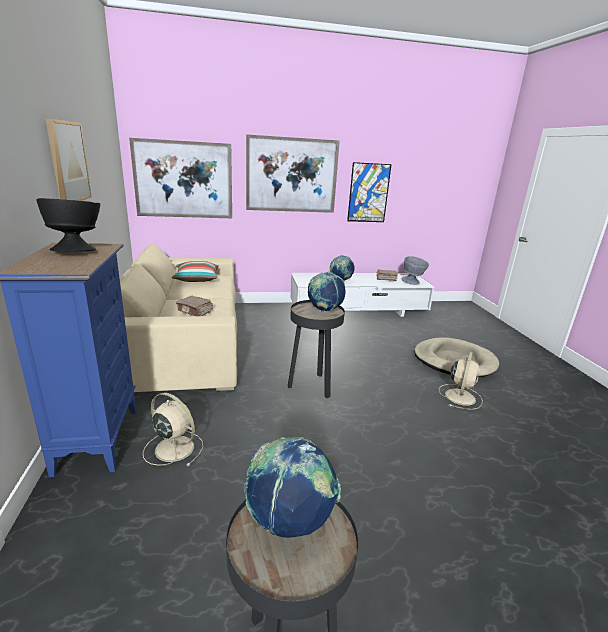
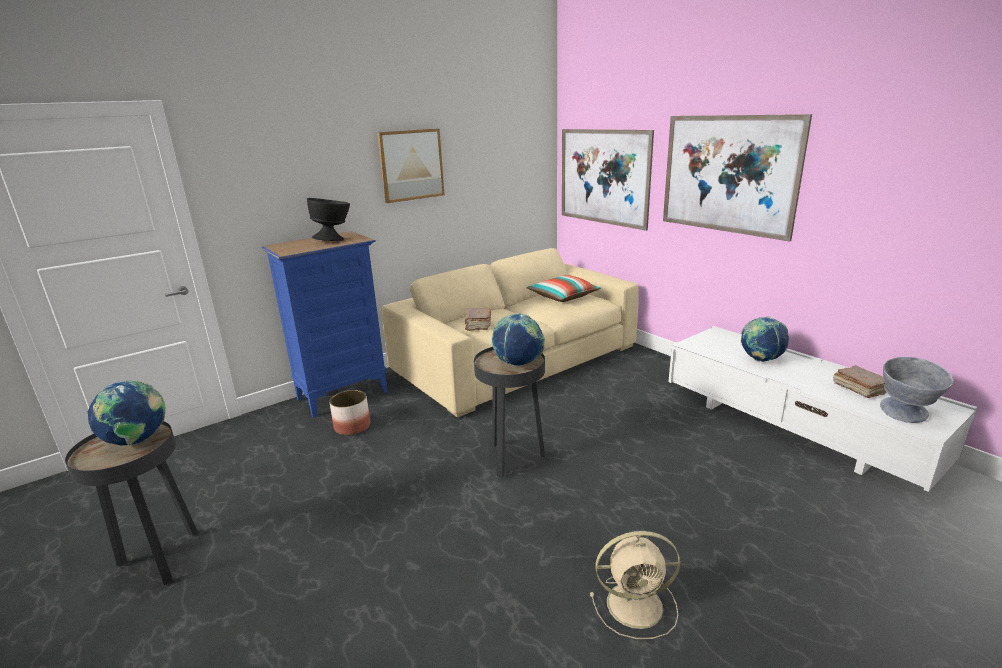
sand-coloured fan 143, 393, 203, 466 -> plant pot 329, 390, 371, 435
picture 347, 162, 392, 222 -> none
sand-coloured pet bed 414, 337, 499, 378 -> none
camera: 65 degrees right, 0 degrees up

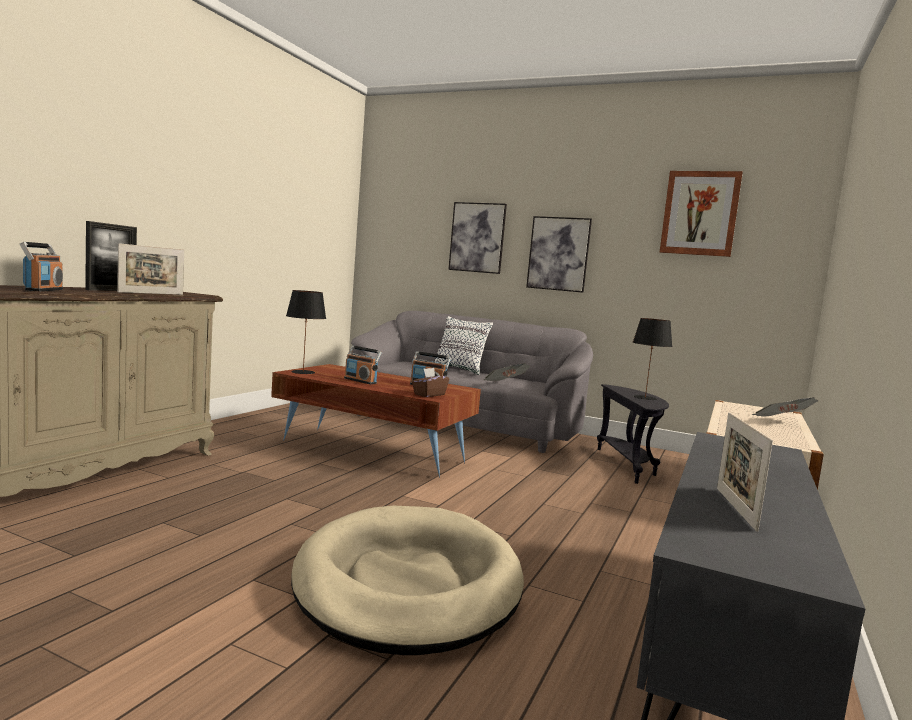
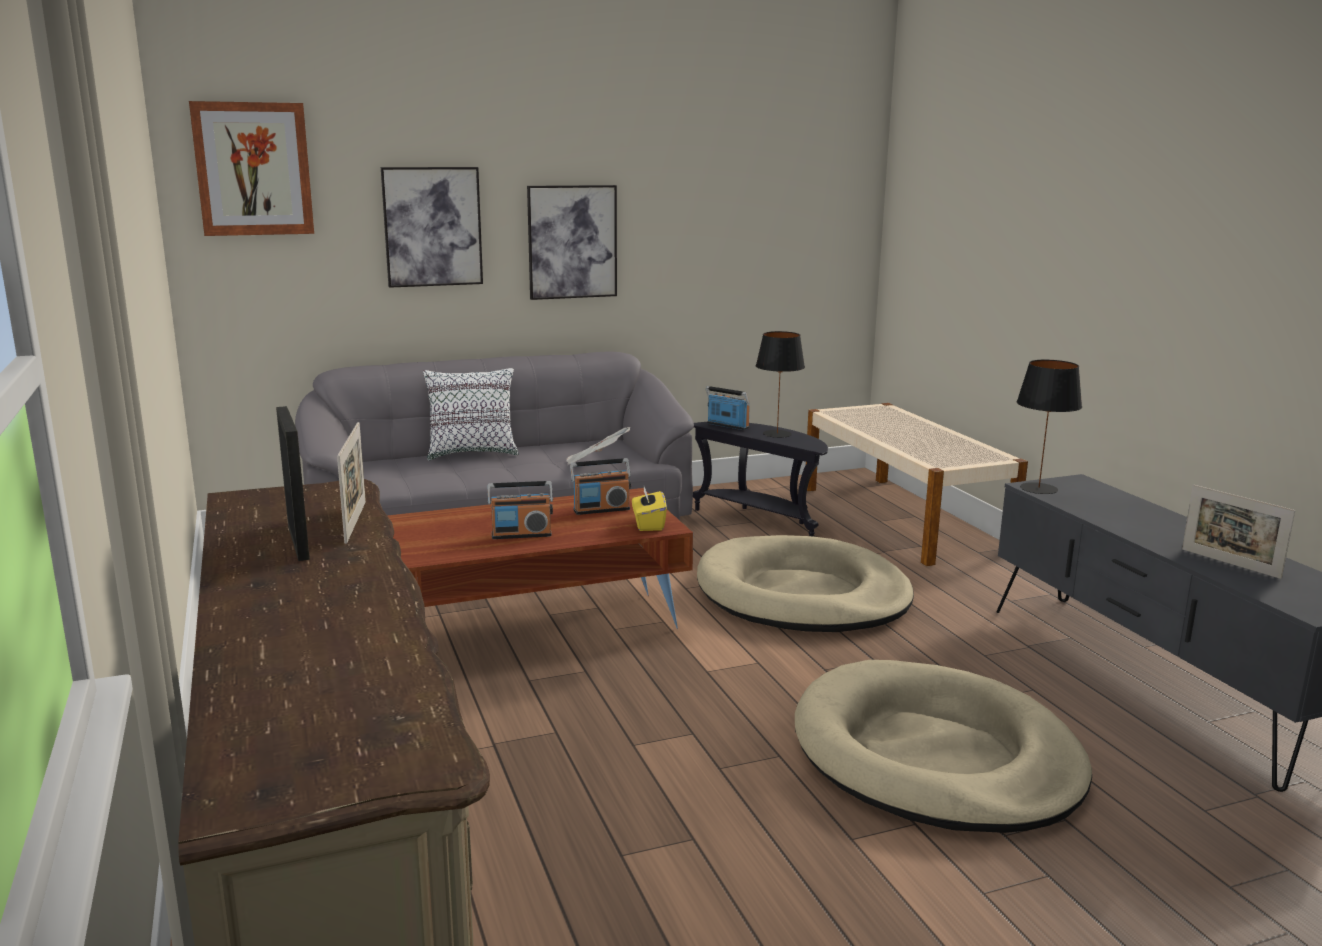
radio receiver 20, 242, 63, 291 -> radio receiver 705, 386, 750, 430, move
black table lamp 286, 290, 326, 374 -> black table lamp 1017, 360, 1082, 494, move
brown-coloured tissue holder 412, 368, 449, 397 -> yellowish tissue holder 632, 486, 667, 531
picture 660, 171, 743, 257 -> picture 189, 101, 314, 236, move
daily paper 752, 397, 818, 417 -> none
none -> sand-coloured pet bed 697, 535, 914, 632
camera: 45 degrees left, 10 degrees up

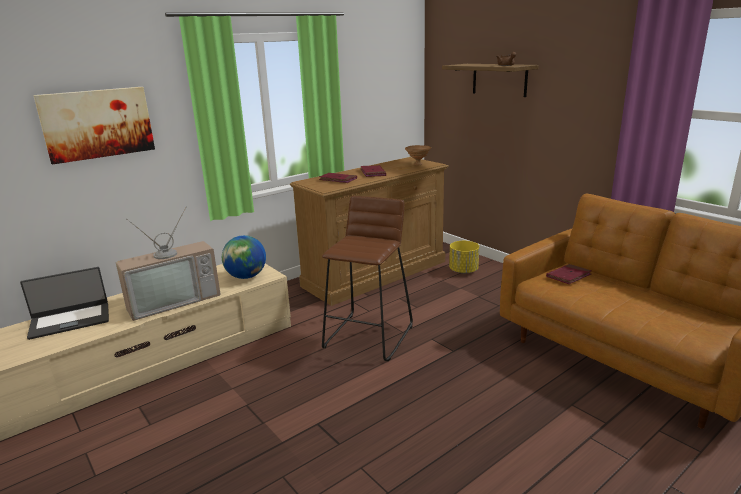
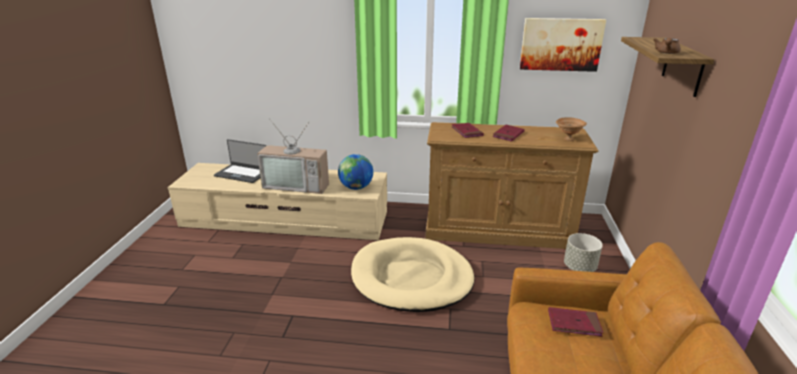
picture 33, 87, 155, 165 -> picture 520, 18, 606, 72, move
brown-coloured stool 322, 196, 413, 361 -> sand-coloured pet bed 351, 237, 475, 312
yellowish plant pot 449, 241, 479, 274 -> greyish plant pot 564, 233, 603, 272
camera: 45 degrees right, 5 degrees up

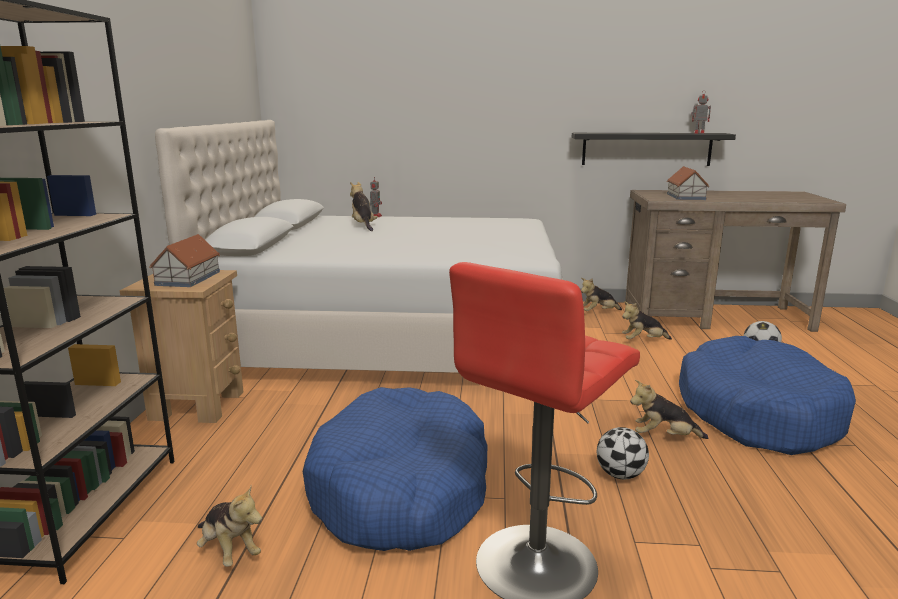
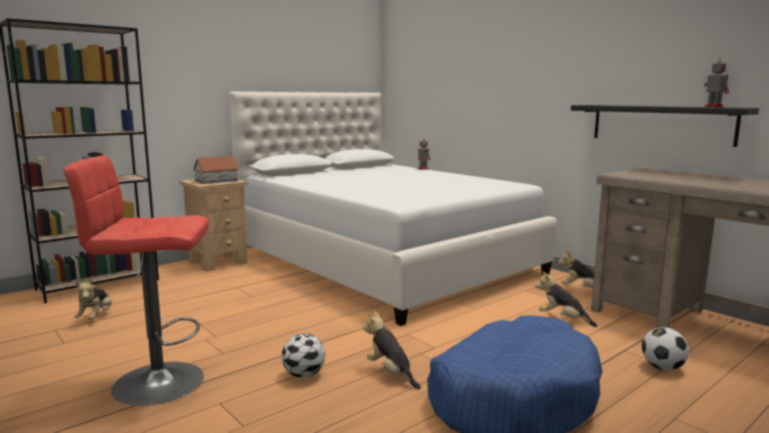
blue pet bed 303, 387, 487, 551 -> none
soft toy 350, 182, 378, 231 -> none
miniature house 667, 166, 709, 200 -> none
camera: 45 degrees right, 5 degrees down

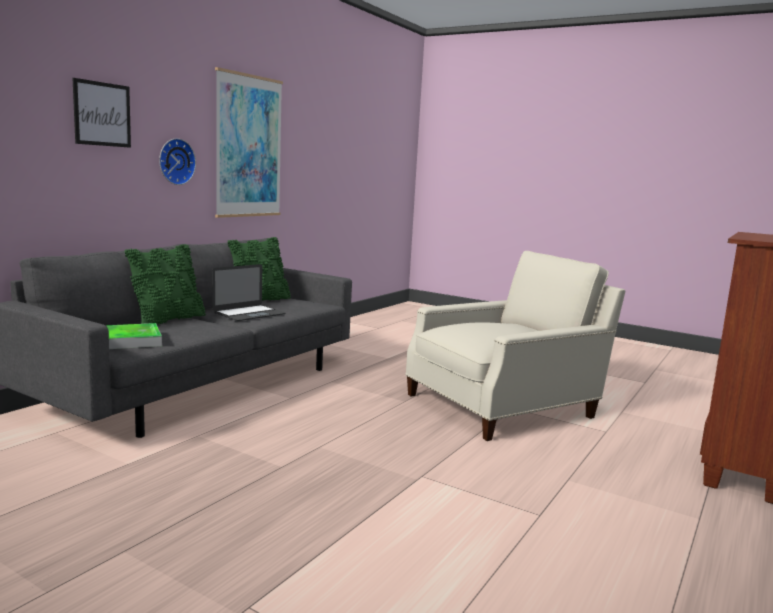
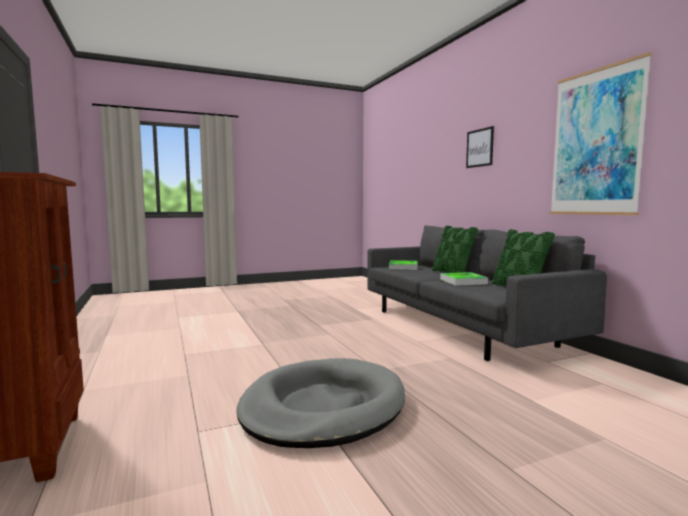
clock on the wall 159, 138, 196, 185 -> none
portable computer 212, 264, 286, 321 -> carrying tray 440, 272, 488, 286
sand-coloured easy chair 405, 251, 625, 441 -> greyish pet bed 237, 358, 405, 448
camera: 125 degrees right, 5 degrees down

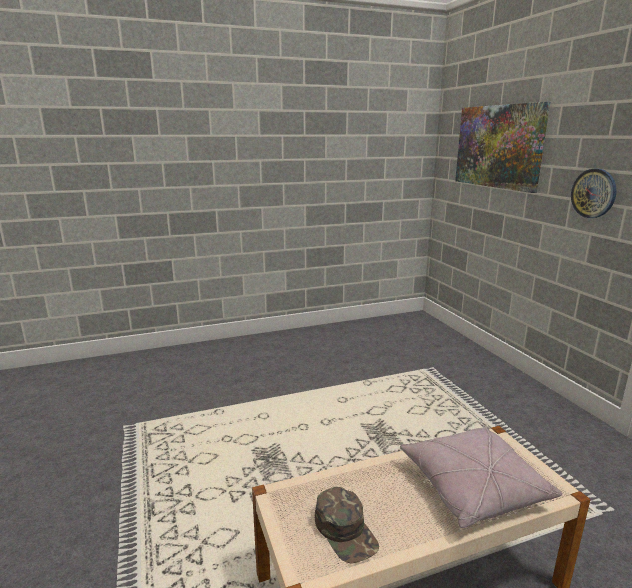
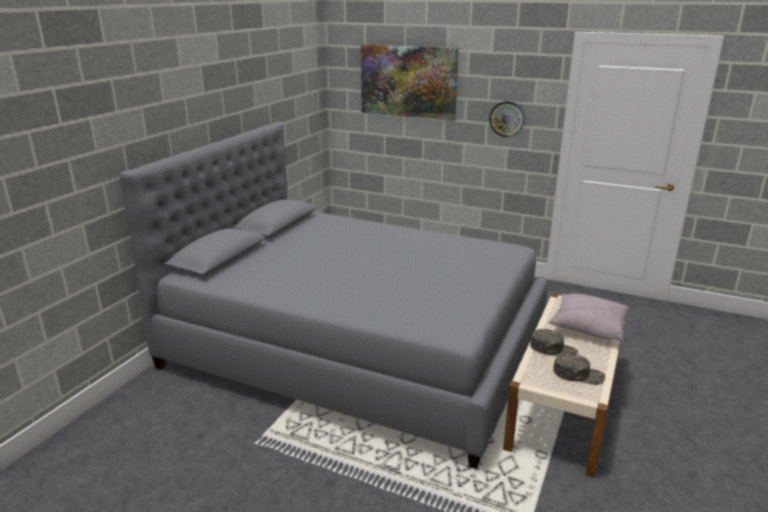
none -> greyish sleeping bed 119, 122, 548, 469
none -> green-coloured cap 530, 329, 578, 357
camera: 45 degrees left, 5 degrees up

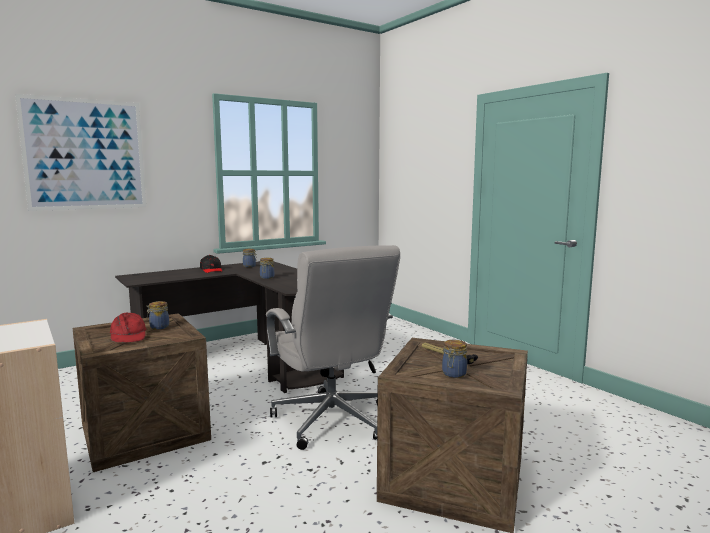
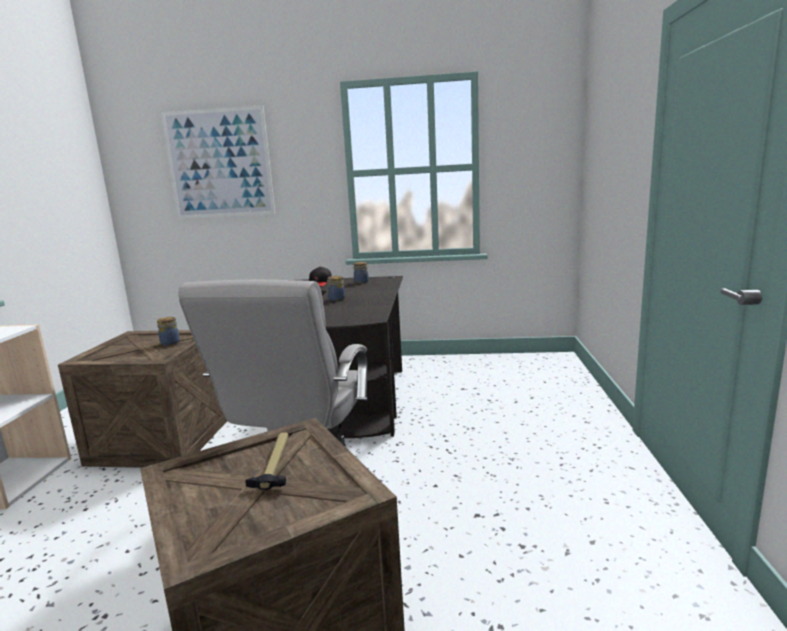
reddish cap 110, 312, 147, 342 -> none
storage jar 442, 340, 467, 378 -> none
camera: 40 degrees right, 5 degrees up

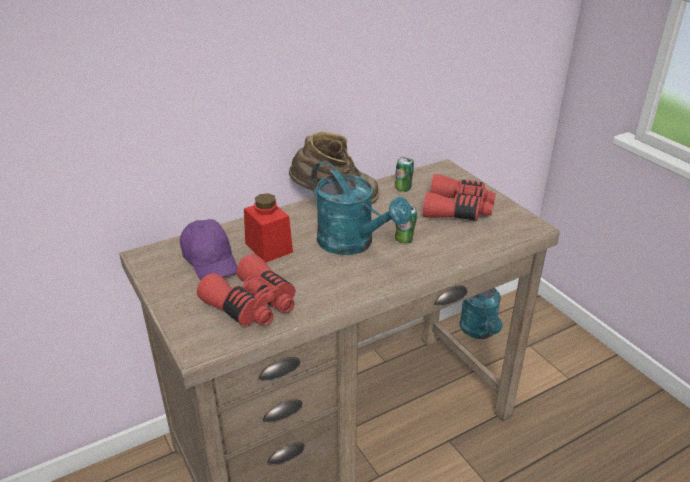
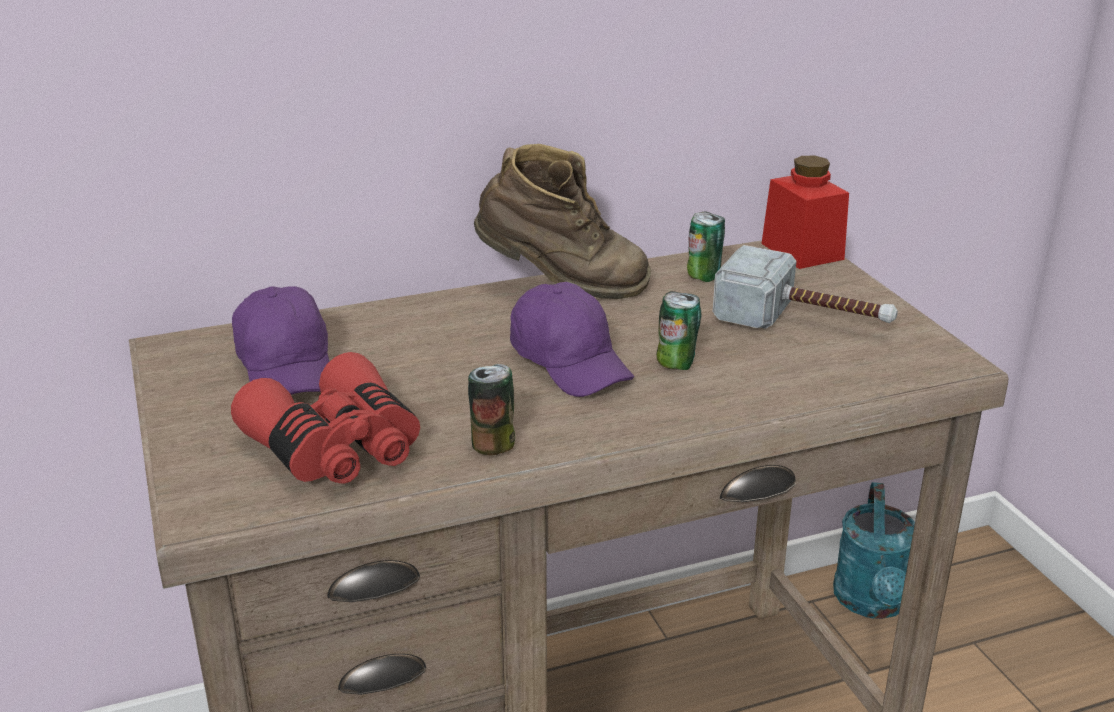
reddish storage jar 244, 193, 293, 263 -> reddish storage jar 761, 156, 849, 269, move
turquoise-coloured watering pot 311, 161, 411, 255 -> purple cap 510, 282, 634, 397
reddish pair of binoculars 423, 174, 496, 221 -> hand hammer 713, 245, 898, 329
none -> can 468, 364, 515, 456
camera: 10 degrees right, 5 degrees down

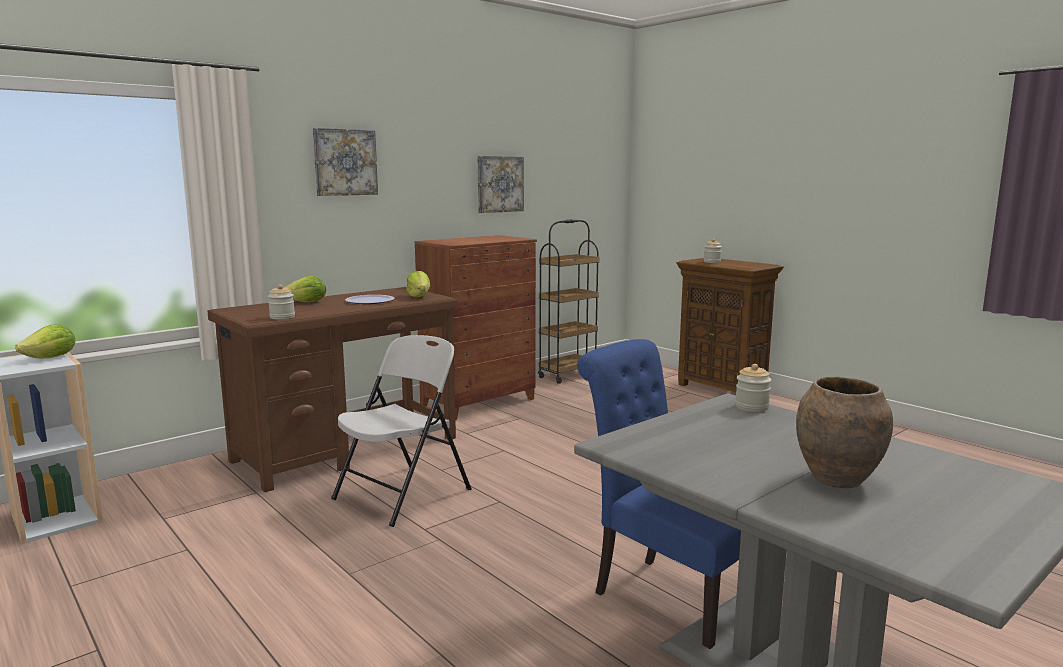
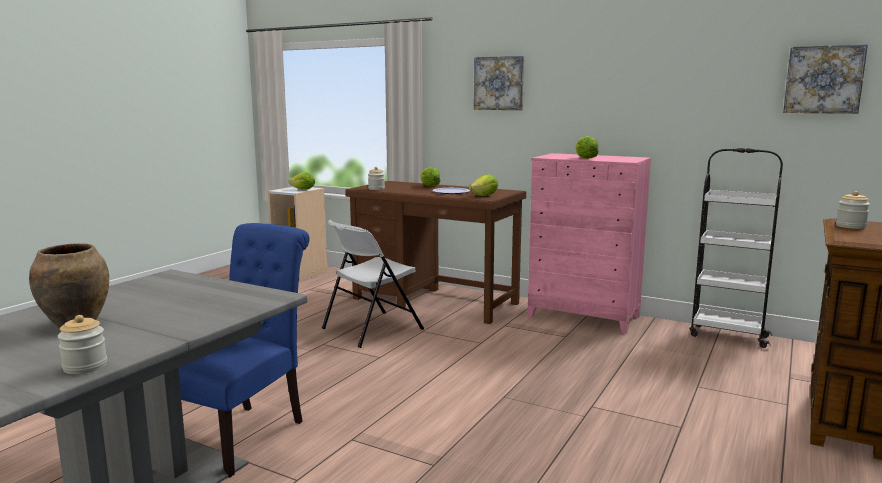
white plain chair 331, 335, 471, 527 -> white plain chair 322, 220, 424, 348, 120 degrees clockwise
brown-coloured drawer chest 415, 235, 537, 420 -> pink drawer chest 528, 153, 651, 334
picture 478, 156, 524, 213 -> picture 783, 44, 868, 114, move
brown-coloured cart 538, 219, 599, 384 -> white cart 689, 148, 783, 348
storage jar 735, 364, 771, 412 -> storage jar 58, 315, 107, 374, move
none -> lettuce head 576, 136, 599, 159
camera: 70 degrees right, 0 degrees up

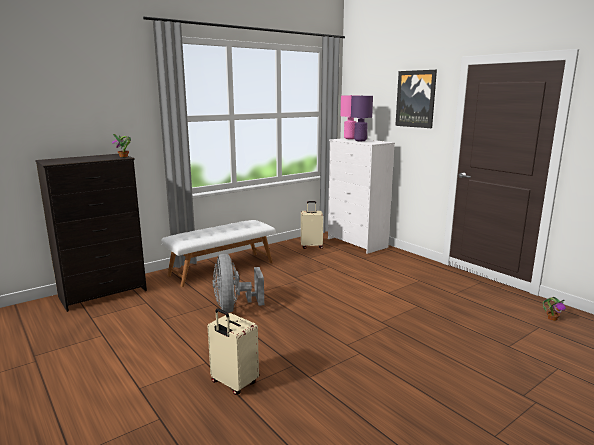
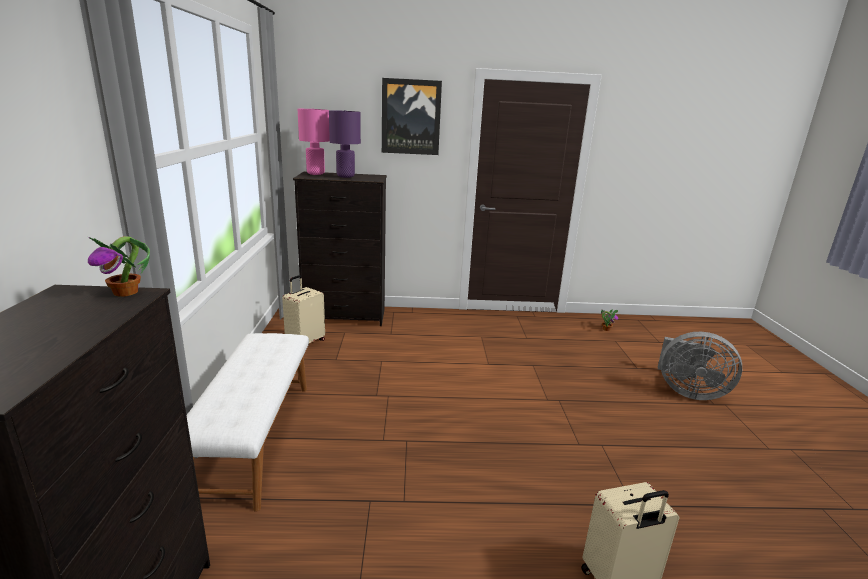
greyish fan 213, 254, 264, 313 -> greyish fan 658, 332, 742, 400, move
white drawer chest 328, 138, 395, 254 -> black drawer chest 293, 172, 387, 326
camera: 55 degrees left, 5 degrees up

